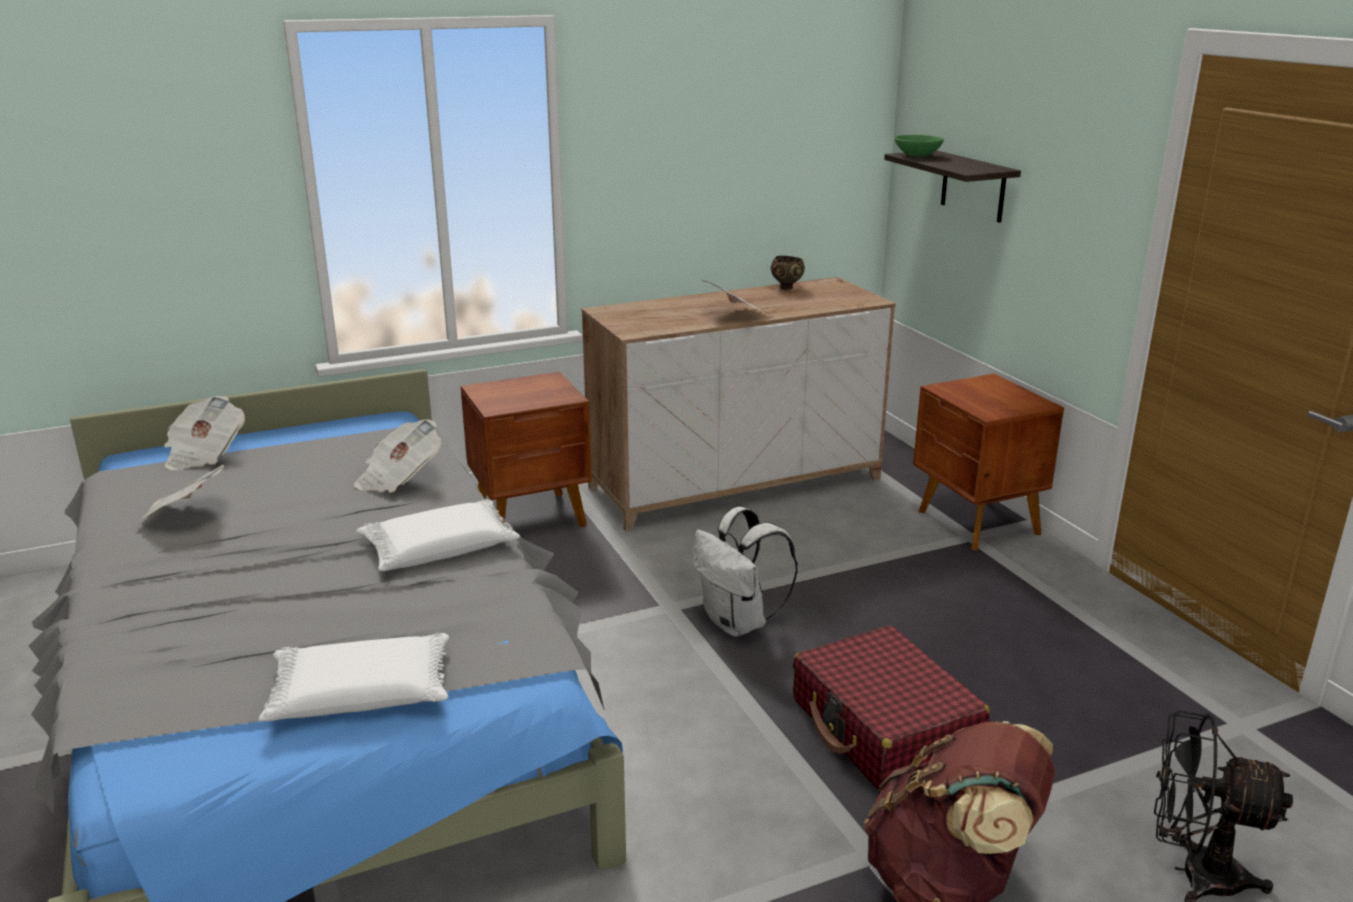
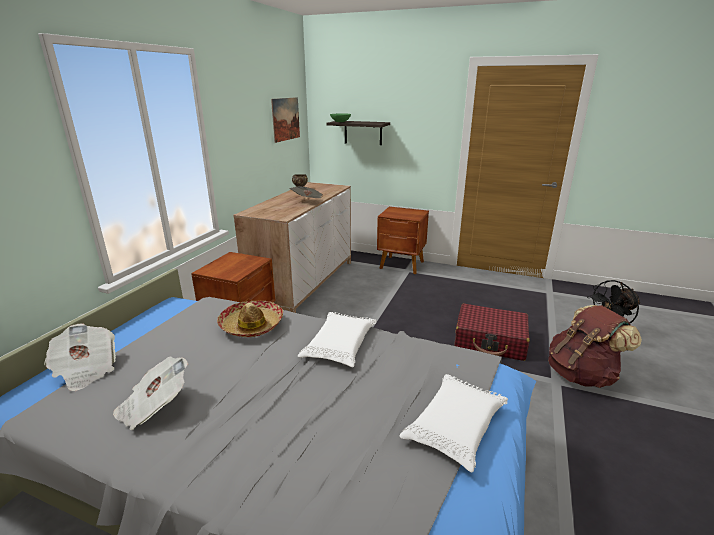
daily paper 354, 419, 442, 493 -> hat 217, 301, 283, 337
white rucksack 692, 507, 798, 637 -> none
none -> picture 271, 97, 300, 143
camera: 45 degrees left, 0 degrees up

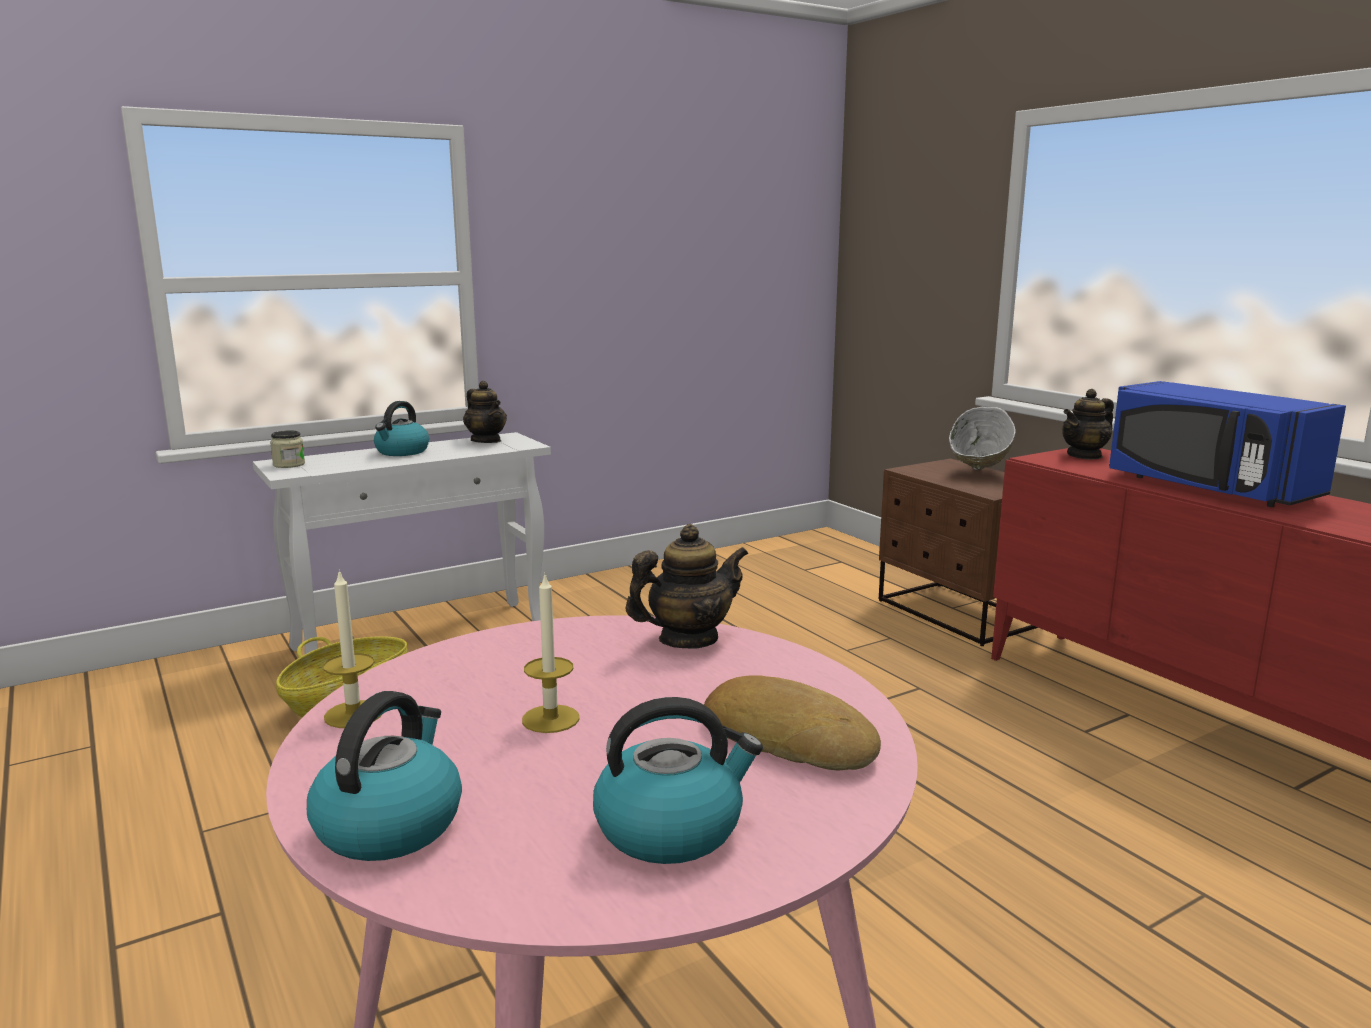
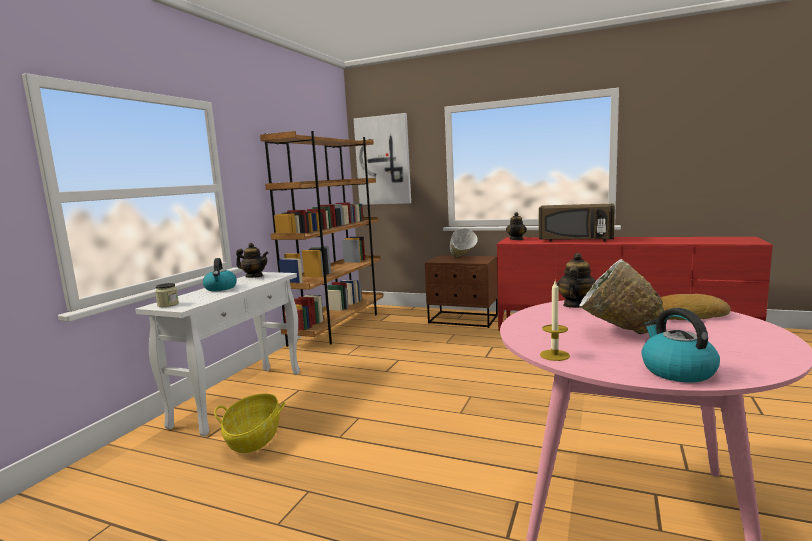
wax candle 522, 572, 580, 733 -> white deep dish 579, 259, 664, 334
tea kettle 593, 697, 763, 864 -> none
blue microwave oven 1109, 381, 1346, 507 -> brown-coloured microwave oven 539, 204, 615, 242
none -> brown-coloured shelving unit 260, 131, 383, 347
none -> picture 354, 113, 411, 205
camera: 35 degrees left, 5 degrees down

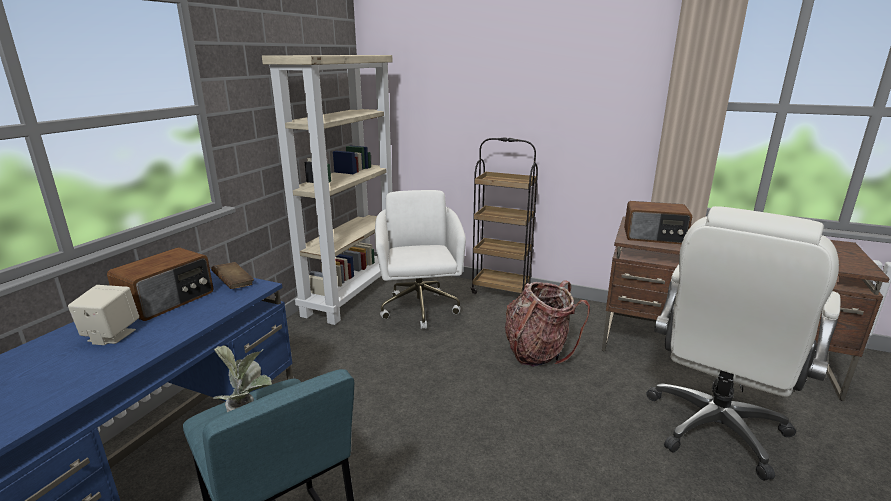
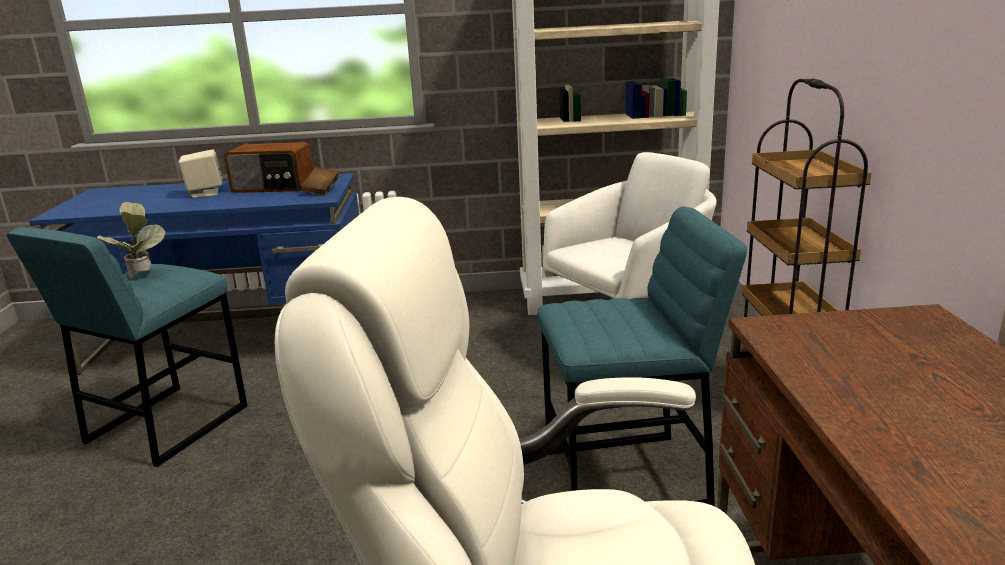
rucksack 505, 281, 590, 367 -> blue stool 537, 206, 747, 506
radio receiver 624, 201, 692, 244 -> none
camera: 65 degrees right, 0 degrees up

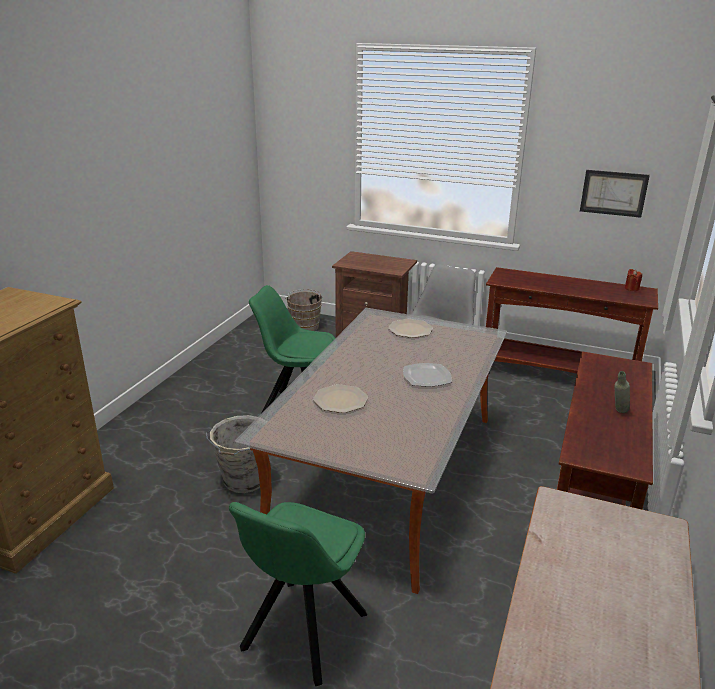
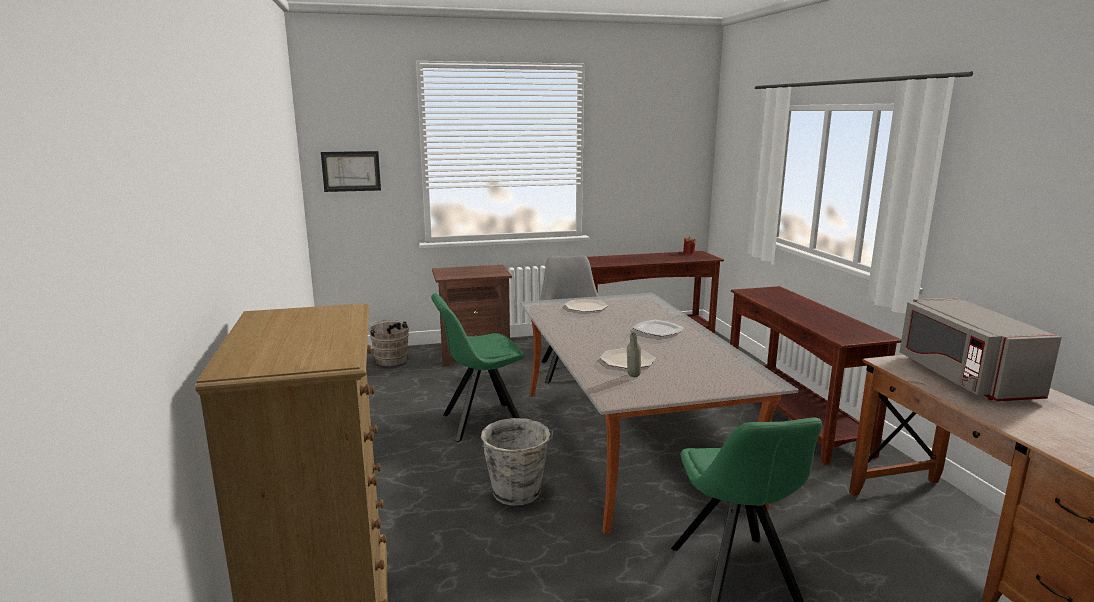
picture 580, 170, 650, 218 -> picture 321, 151, 381, 192, move
greyish drink bottle 615, 371, 630, 413 -> greyish drink bottle 627, 332, 641, 377, move
none -> greyish microwave oven 900, 297, 1062, 401
camera: 35 degrees left, 10 degrees down

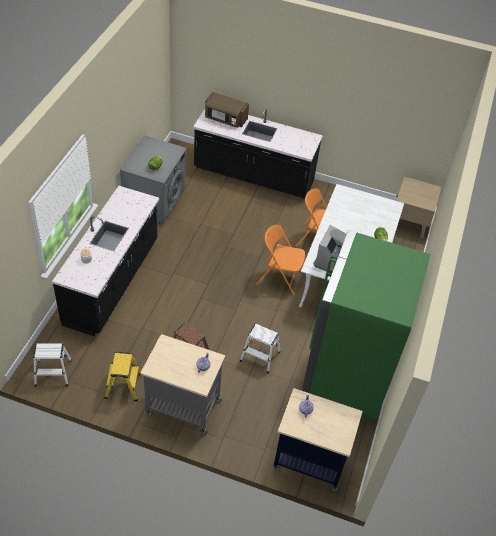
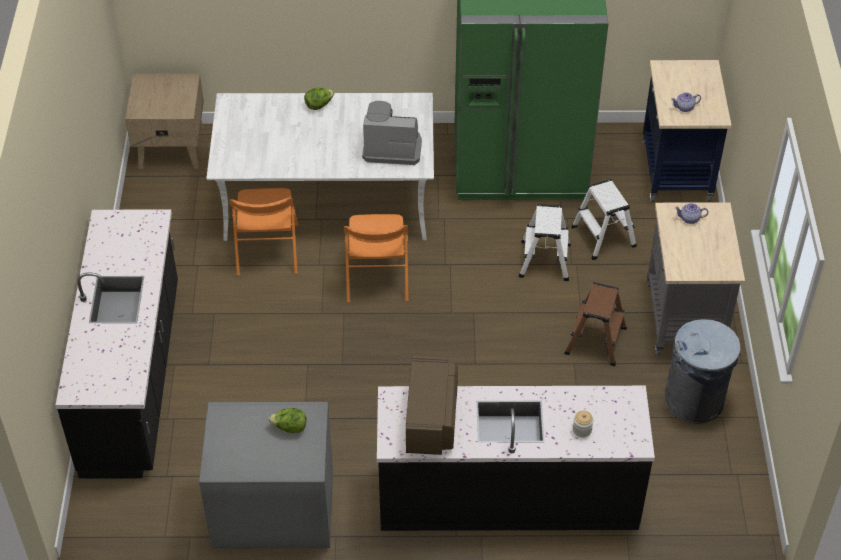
white stepladder 33, 343, 72, 387 -> white stepladder 571, 179, 637, 260, move
yellowish stepladder 104, 352, 141, 401 -> greyish trash can 664, 319, 741, 424
brown-coloured microwave oven 205, 92, 249, 128 -> brown-coloured microwave oven 406, 356, 458, 455, move
camera: 105 degrees left, 0 degrees up

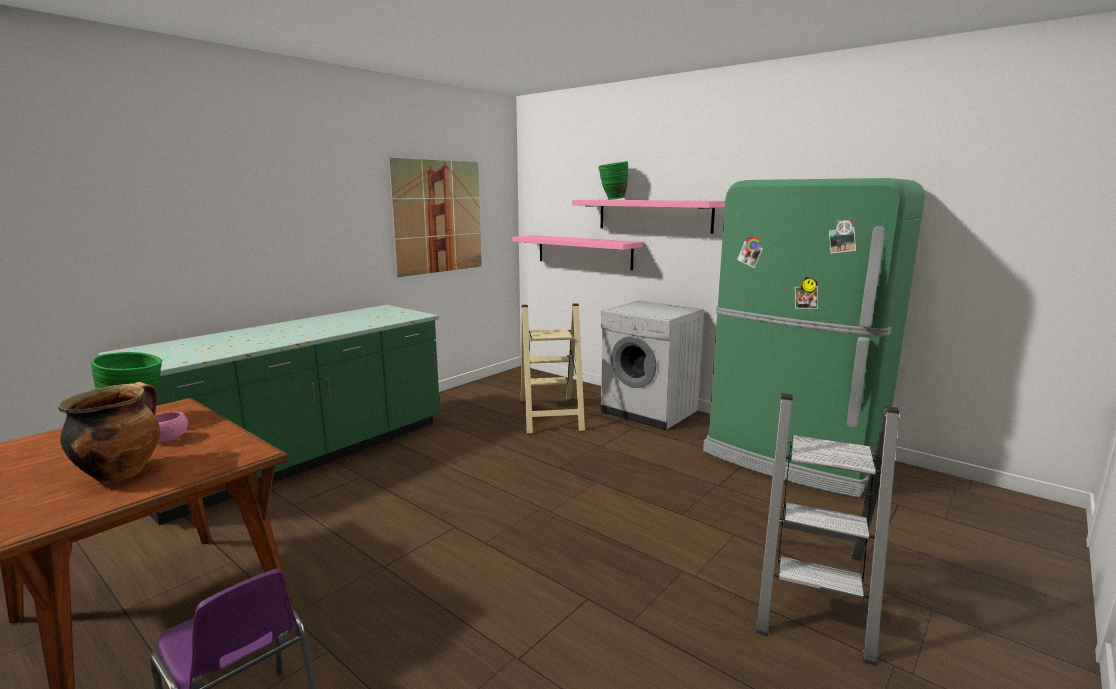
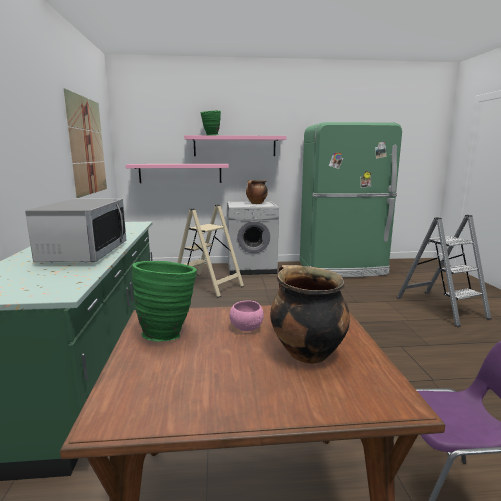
none -> microwave oven 25, 199, 126, 263
none -> saucepot 246, 180, 268, 204
camera: 45 degrees left, 0 degrees up

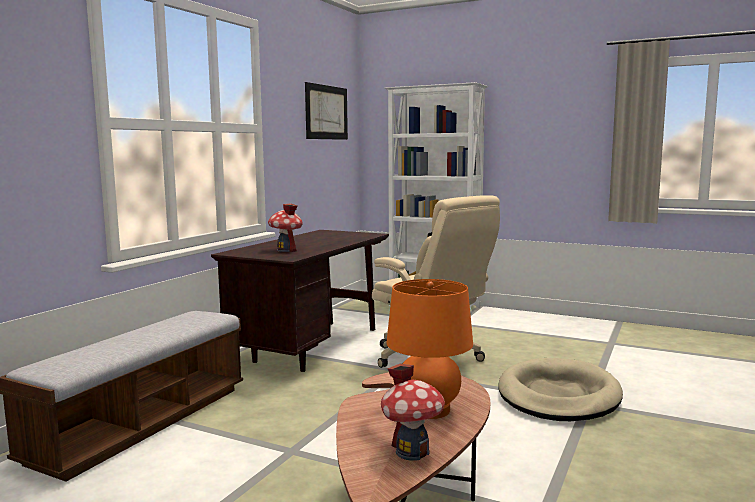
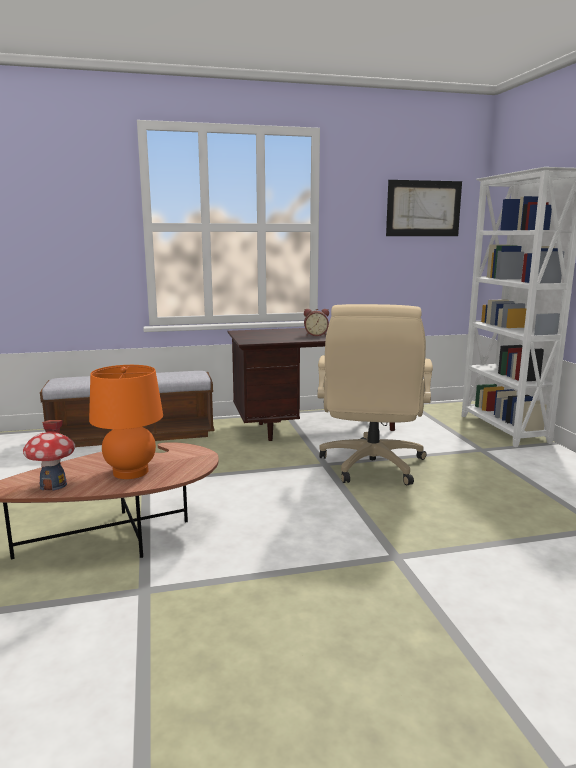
miniature house 268, 203, 303, 252 -> none
sand-coloured pet bed 499, 358, 623, 421 -> none
none -> alarm clock 304, 309, 329, 336
camera: 50 degrees right, 5 degrees up

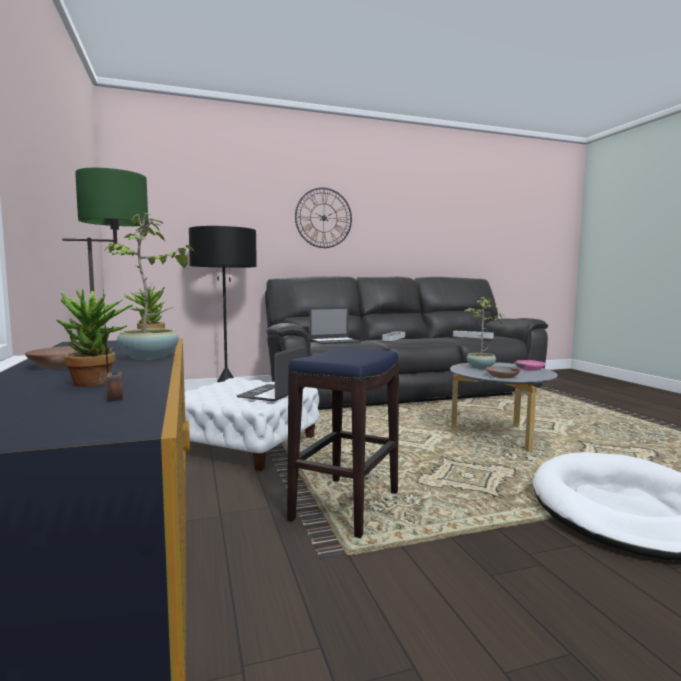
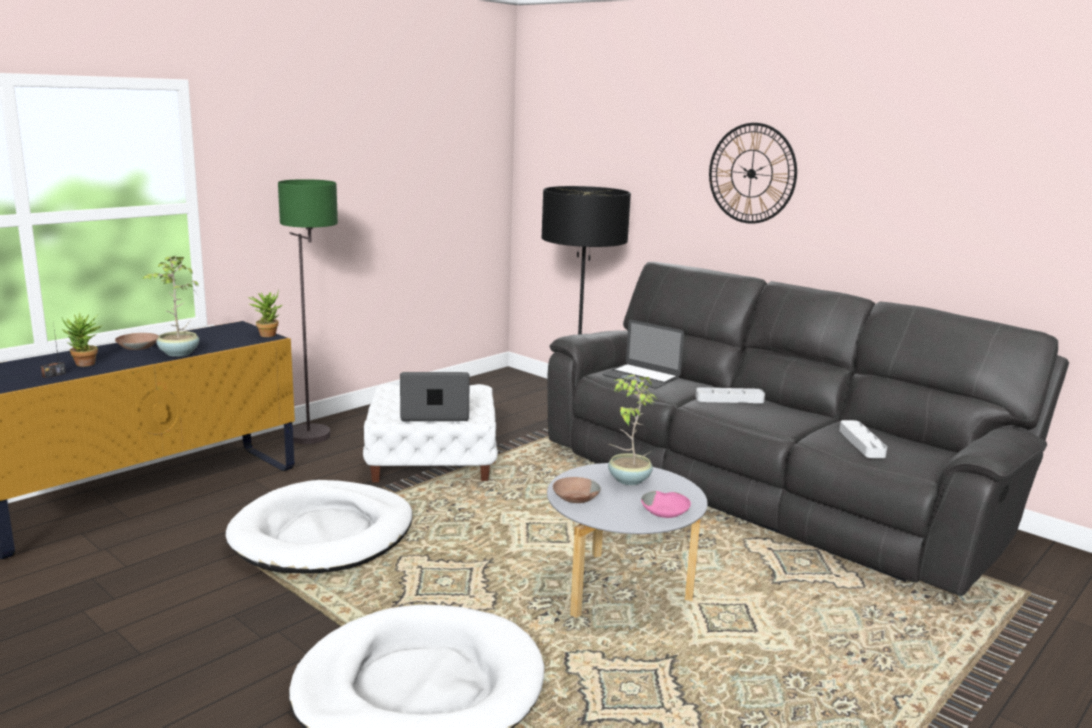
stool 287, 347, 399, 538 -> white pet bed 226, 480, 412, 574
camera: 60 degrees right, 10 degrees up

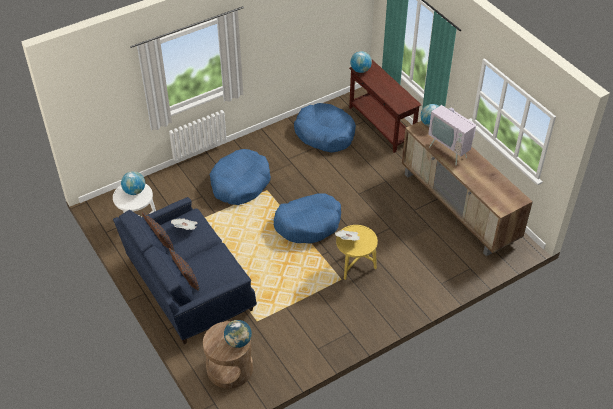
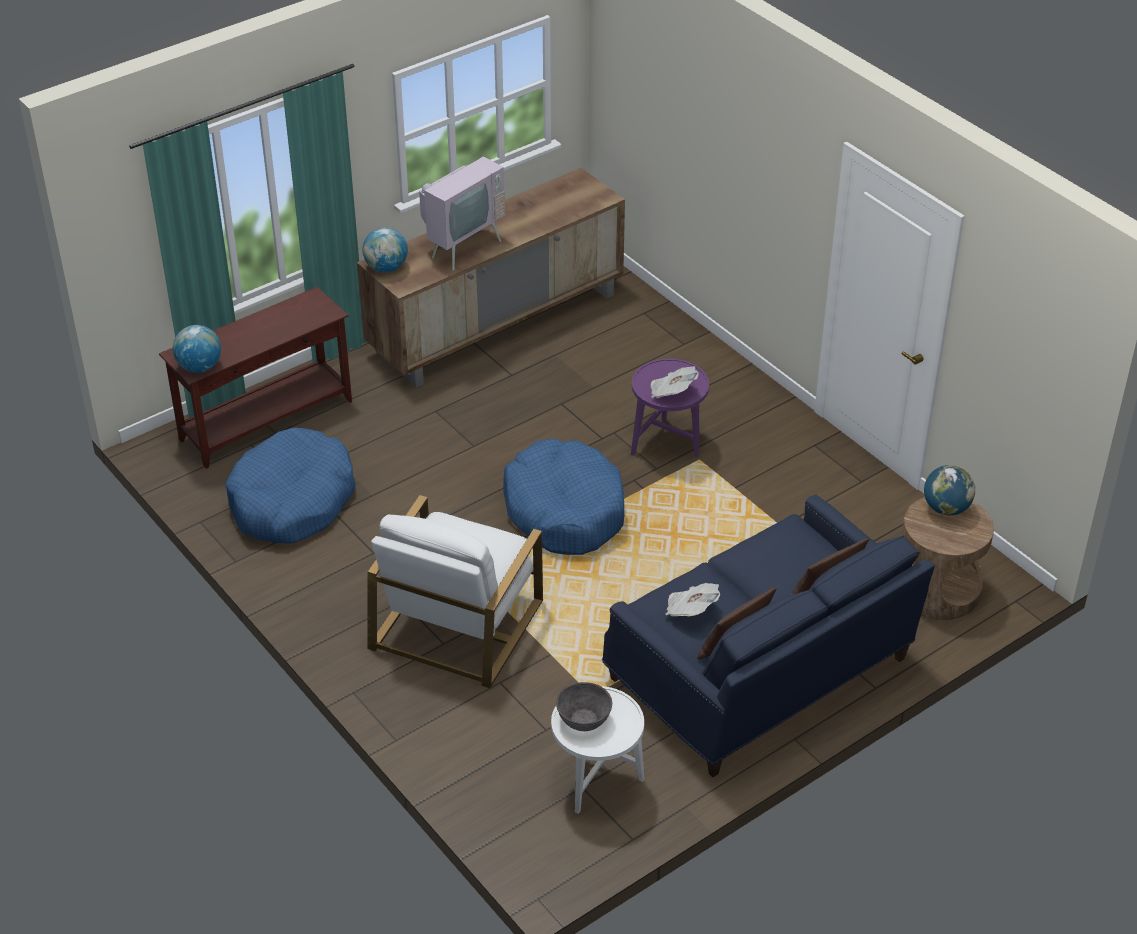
desk globe 121, 171, 145, 195 -> greyish deep dish 556, 682, 612, 731
blue pet bed 210, 149, 271, 205 -> white easy chair 367, 495, 543, 688
yellowish end table 336, 225, 378, 280 -> purple end table 631, 358, 709, 458
camera: 95 degrees left, 5 degrees down

